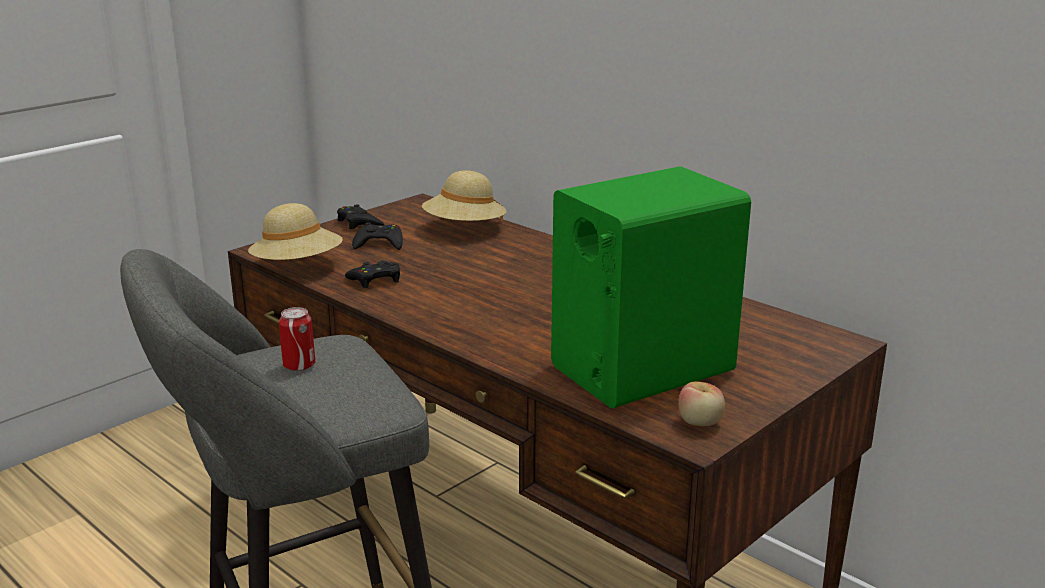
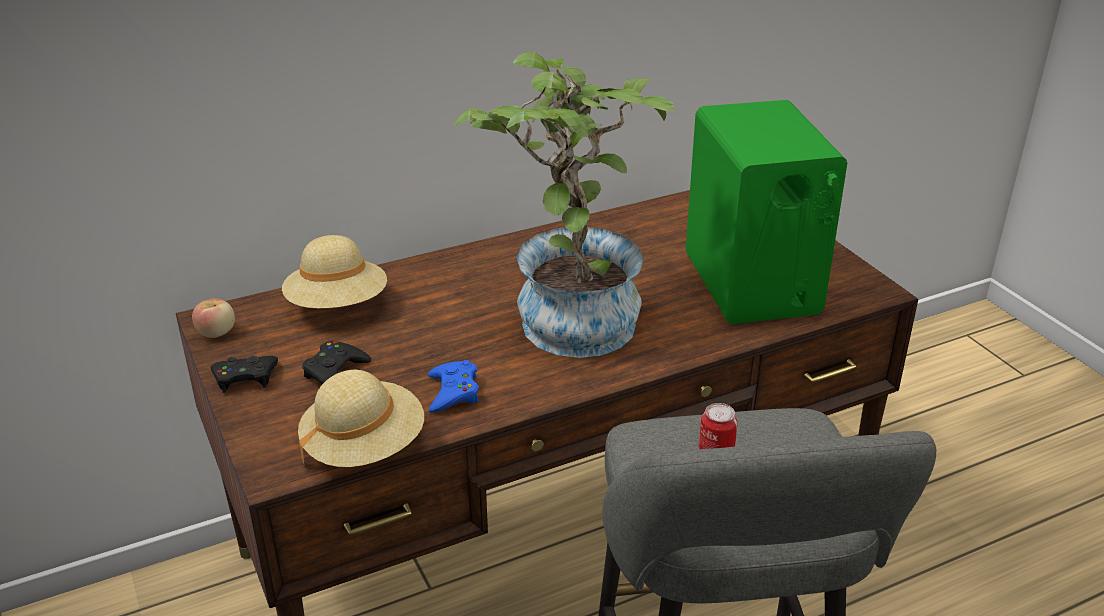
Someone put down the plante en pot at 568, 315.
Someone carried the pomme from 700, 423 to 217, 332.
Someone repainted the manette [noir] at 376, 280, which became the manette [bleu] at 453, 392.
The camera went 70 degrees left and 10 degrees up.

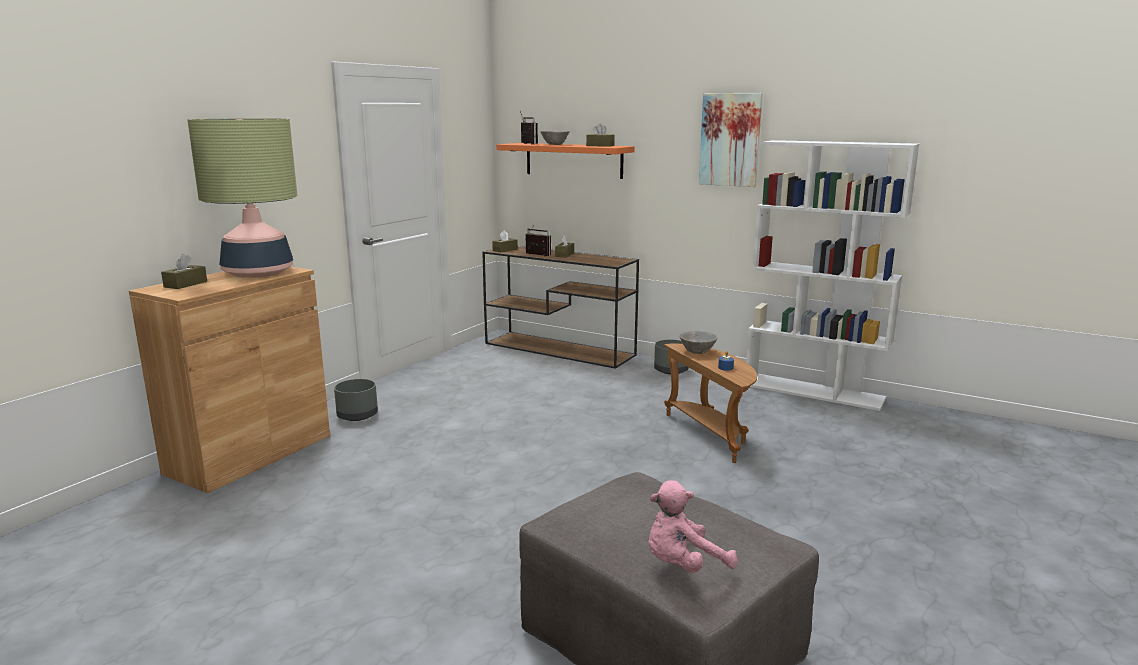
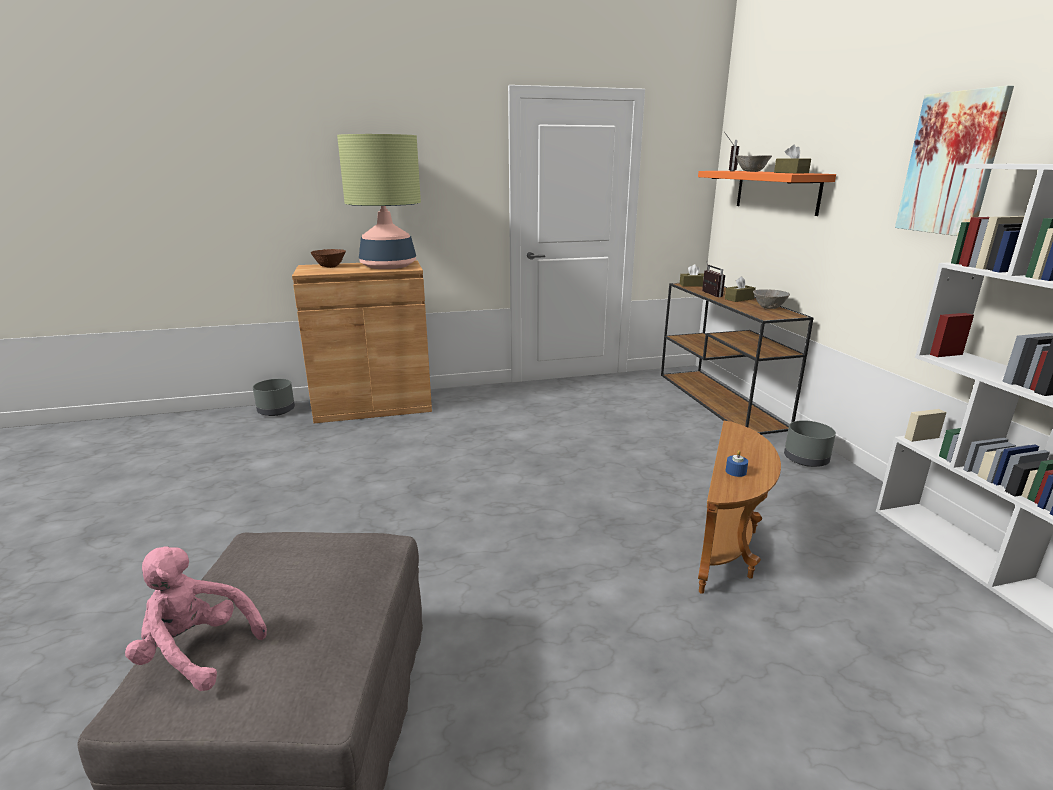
Someone carried the cache-pot [gris] from 357, 415 to 277, 411.
Someone carried the bol [gris] from 697, 352 to 768, 307.
Someone swapped the boîte à mouchoirs [marron] at 185, 284 for the bol [marron] at 330, 266.
The camera went 45 degrees right and 5 degrees up.

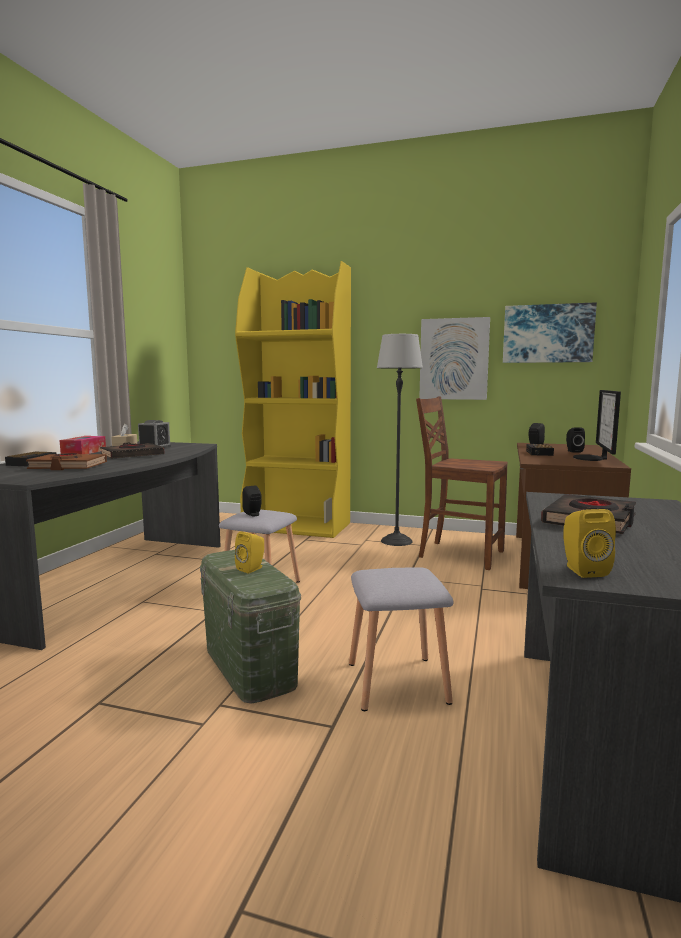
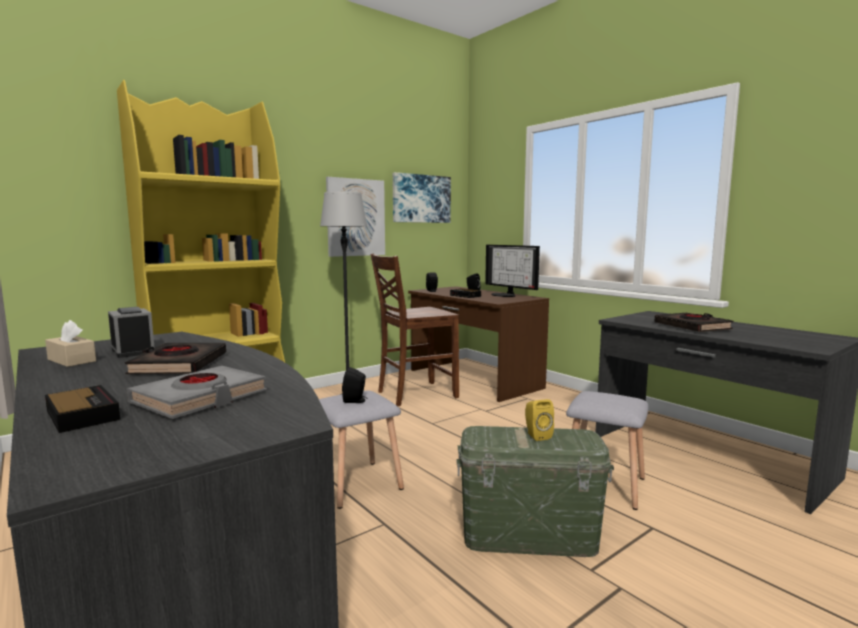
Someone took away the boîte à mouchoirs at 84, 452.
Someone took away the enceinte [jaune] at 582, 570.
Someone repainted the livre [marron] at 68, 466, which became the livre [gris] at 200, 398.
The camera went 55 degrees left and 0 degrees up.

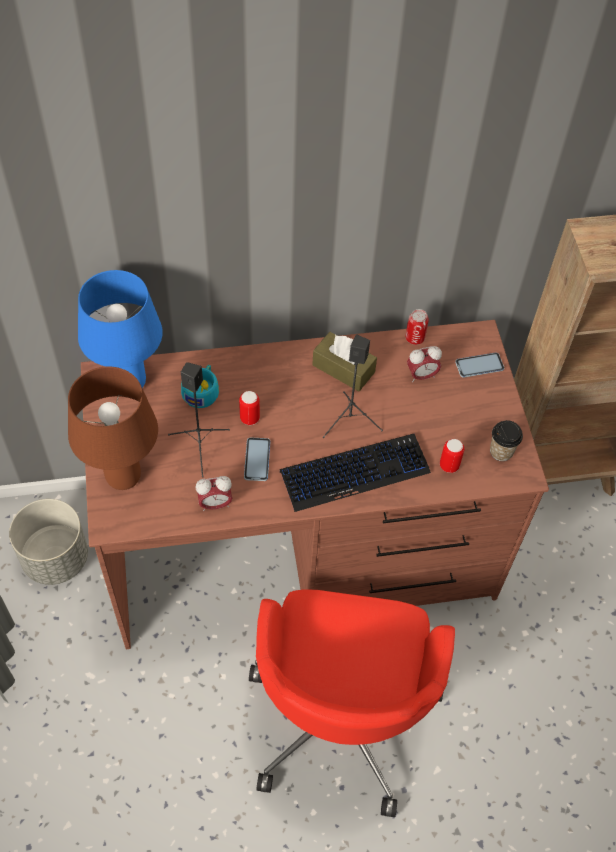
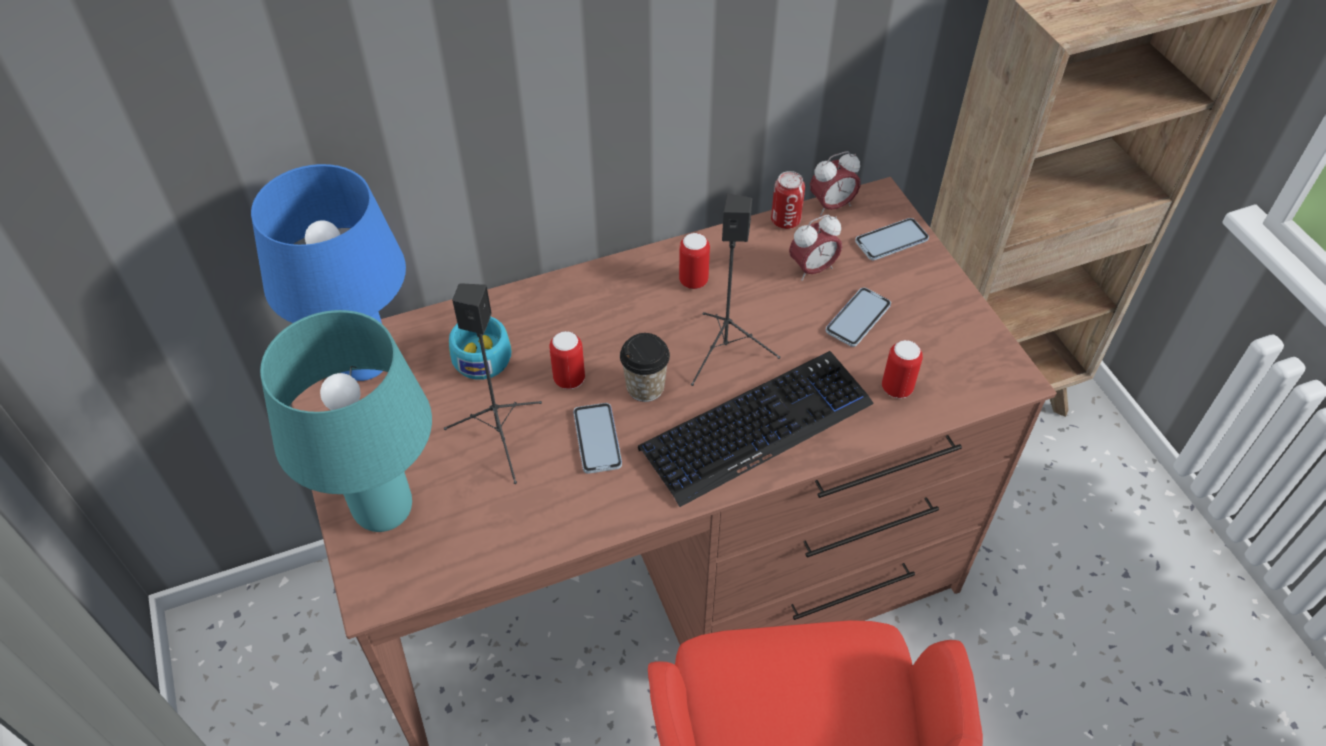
Someone took away the cache-pot [gris] at 56, 558.
Someone put down the téléphone at 858, 318.
Someone carried the réveil from 215, 504 to 831, 206.
Someone carried the tasse from 501, 451 to 645, 387.
Someone swapped the boîte à mouchoirs [marron] at 343, 368 for the boîte métallique at 693, 281.
Someone repainted the lampe de table [marron] at 122, 477, which became the lampe de table [turquoise] at 382, 511.
The camera went 10 degrees left and 5 degrees down.

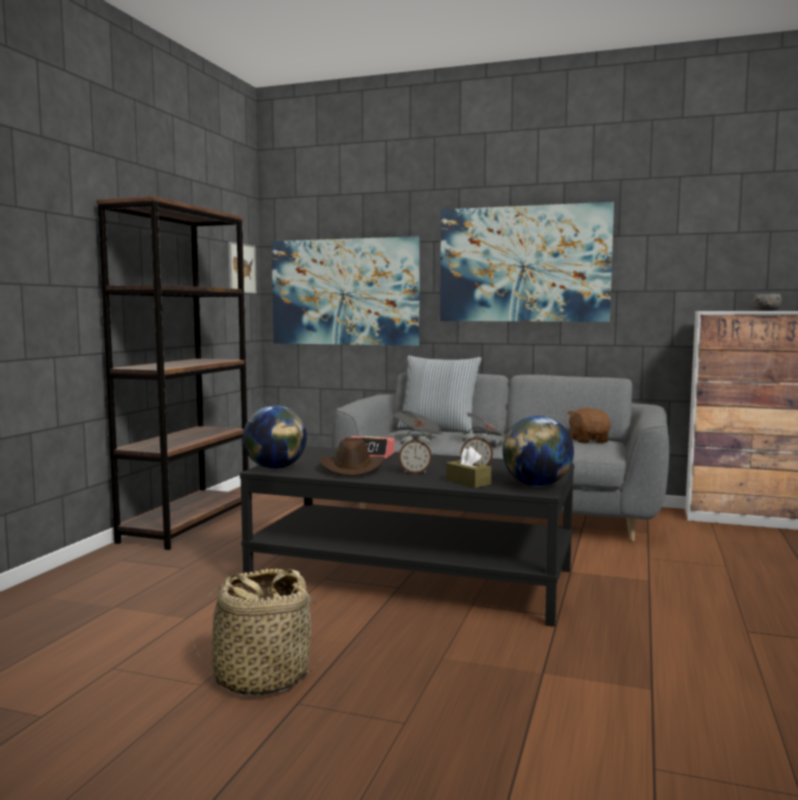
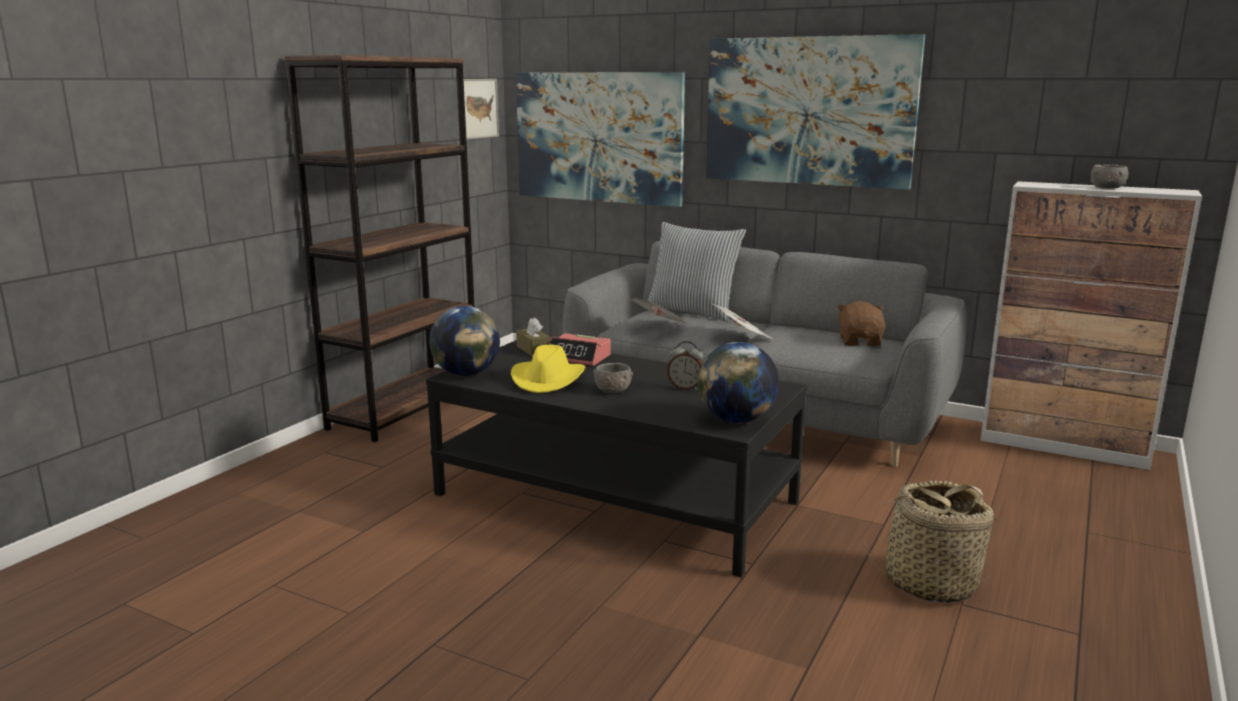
Someone carried the panier from 261, 677 to 930, 583.
Someone carried the boîte à mouchoirs [marron] from 468, 482 to 533, 350.
Someone swapped the réveil at 415, 472 for the bol [gris] at 613, 390.
Someone repainted the chapeau [marron] at 352, 468, which became the chapeau [jaune] at 548, 379.
The camera went 10 degrees right and 10 degrees up.

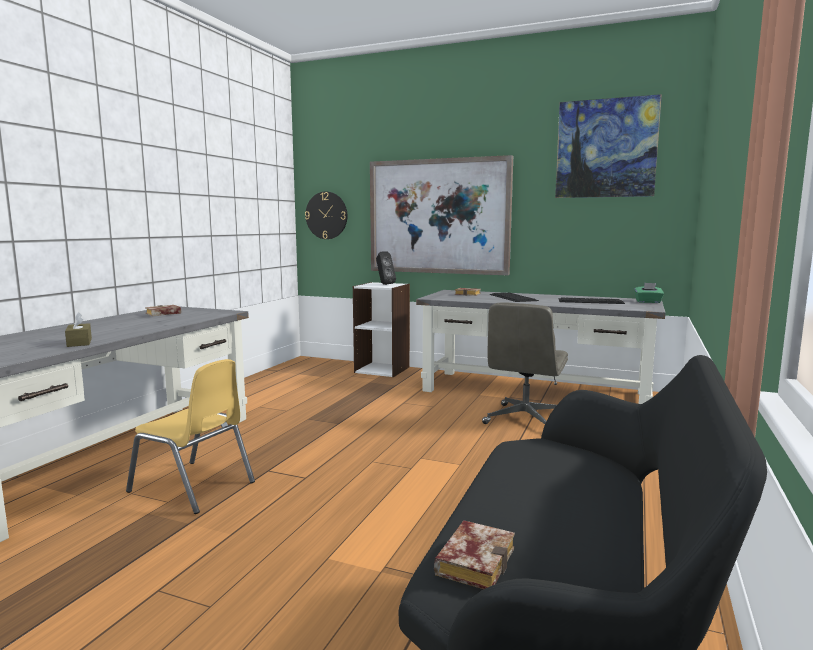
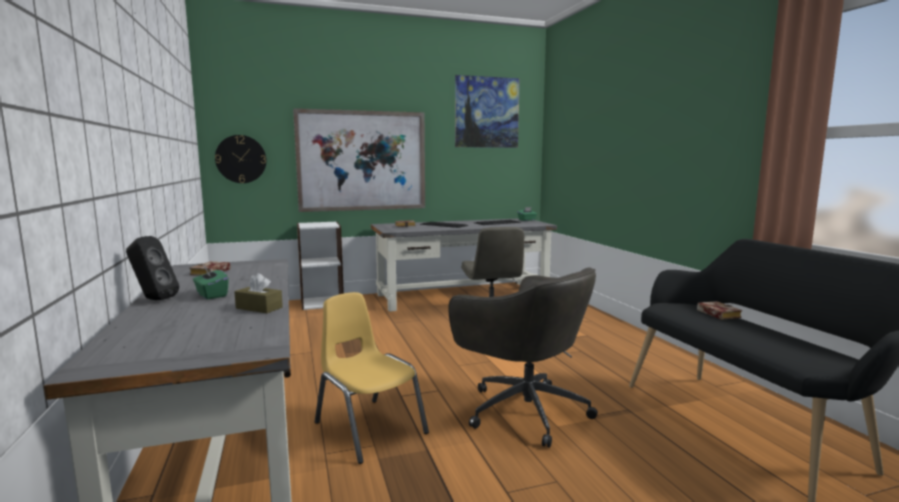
Someone put down the boîte à mouchoirs [vert] at 211, 295.
Someone put down the chaise de bureau [gris] at 523, 410.
Someone carried the enceinte [noir] from 384, 284 to 153, 299.
Someone carried the livre from 474, 560 to 716, 314.
Someone rotated the chaise [jaune] at 193, 487 by 120 degrees counterclockwise.
The camera went 40 degrees left and 0 degrees up.

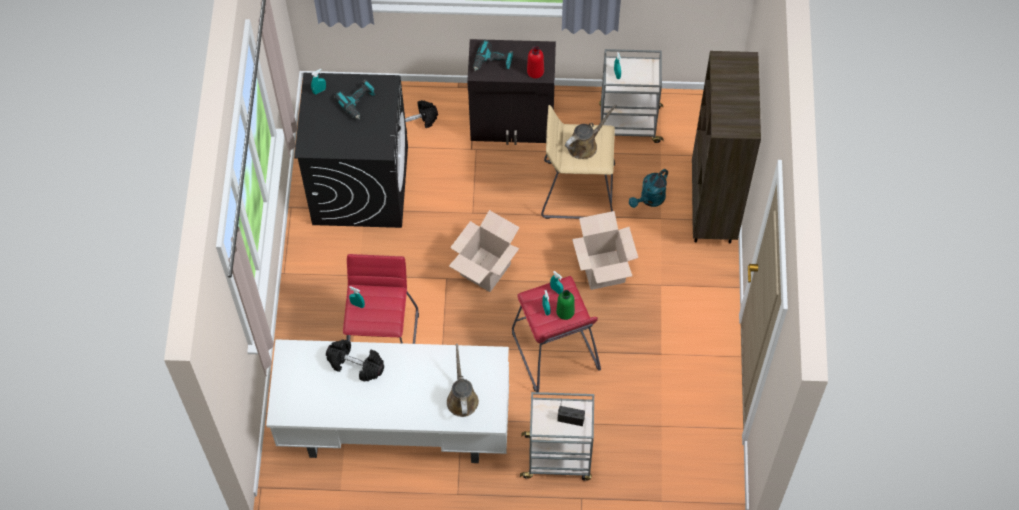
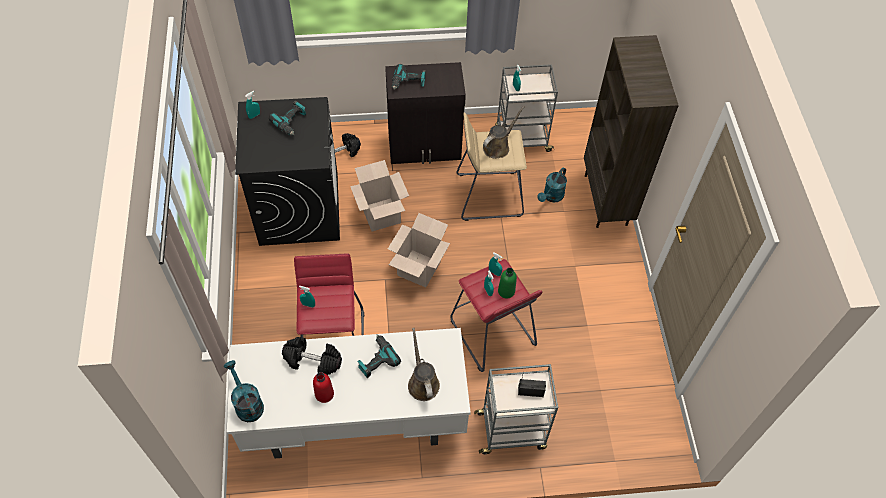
Someone put down the arrosoir [turquoise] at 247, 403.
Someone put down the perceuse at 376, 359.
Someone carried the bouteille [rouge] from 535, 71 to 324, 394.
Someone carried the carton from 603, 270 to 381, 214.
The camera went 10 degrees left and 5 degrees down.

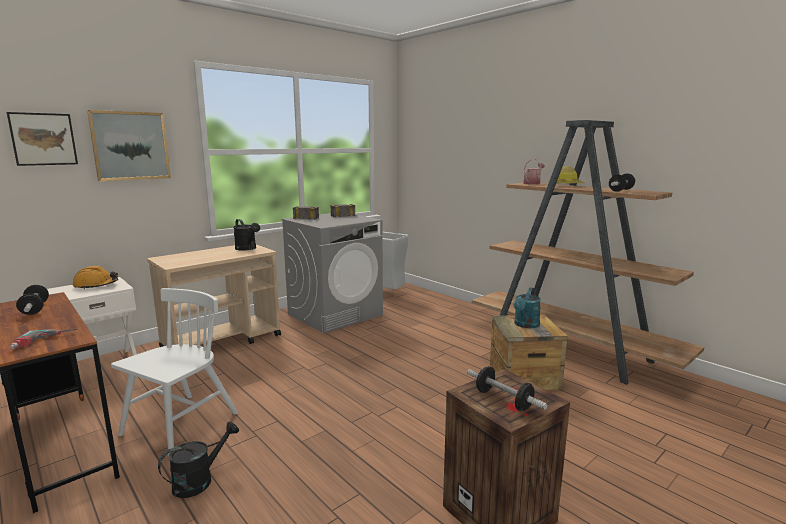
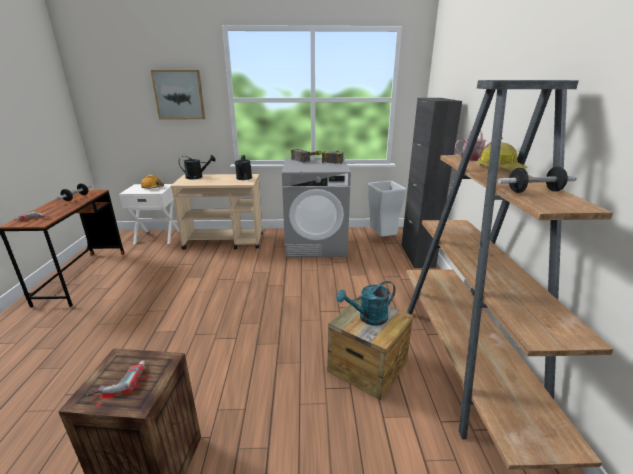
Someone took away the tableau at 43, 139.
Someone took away the chaise [blanc] at 180, 424.
Someone put down the meuble de rangement [noir] at 417, 256.
Someone carried the arrosoir [noir] from 199, 480 to 197, 177.
Someone swapped the haltère at 503, 400 for the perceuse at 117, 381.
The camera went 40 degrees right and 10 degrees up.

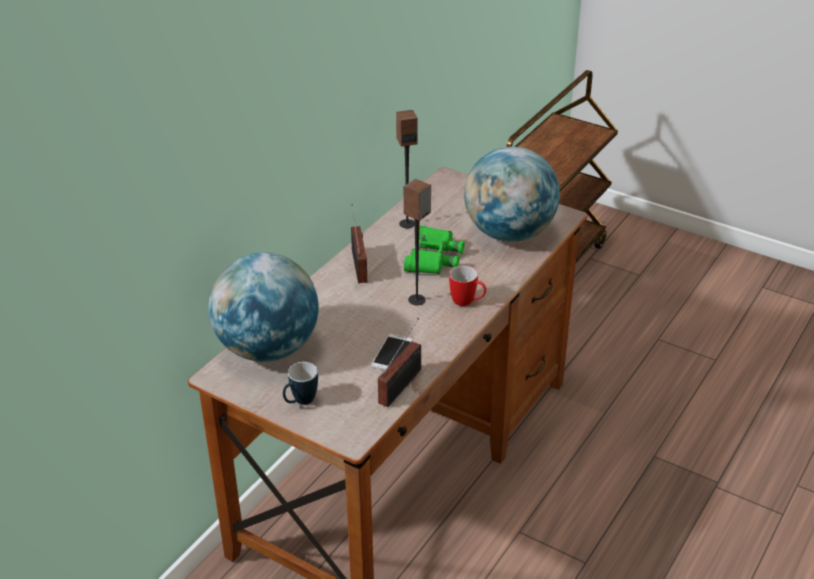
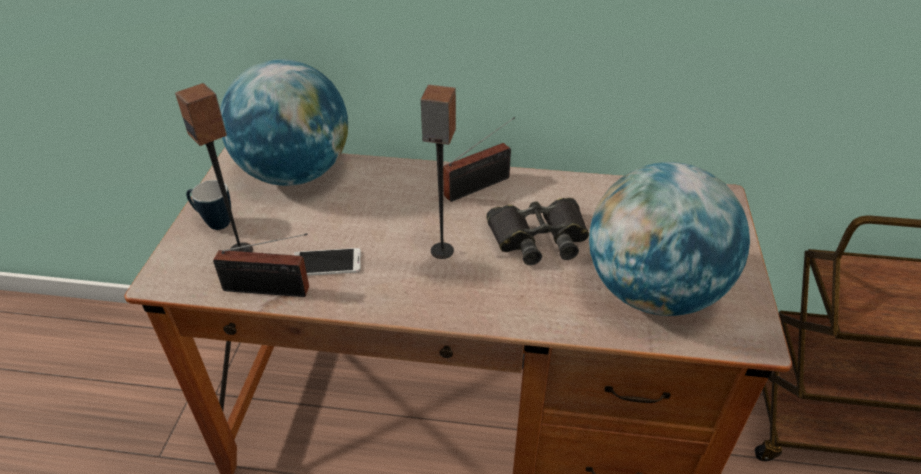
Someone took away the mug at 467, 303.
Someone carried the enceinte from 407, 223 to 241, 250.
Someone repainted the jumelles [vert] at 433, 257, which became the jumelles [noir] at 539, 237.
The camera went 65 degrees right and 5 degrees up.

